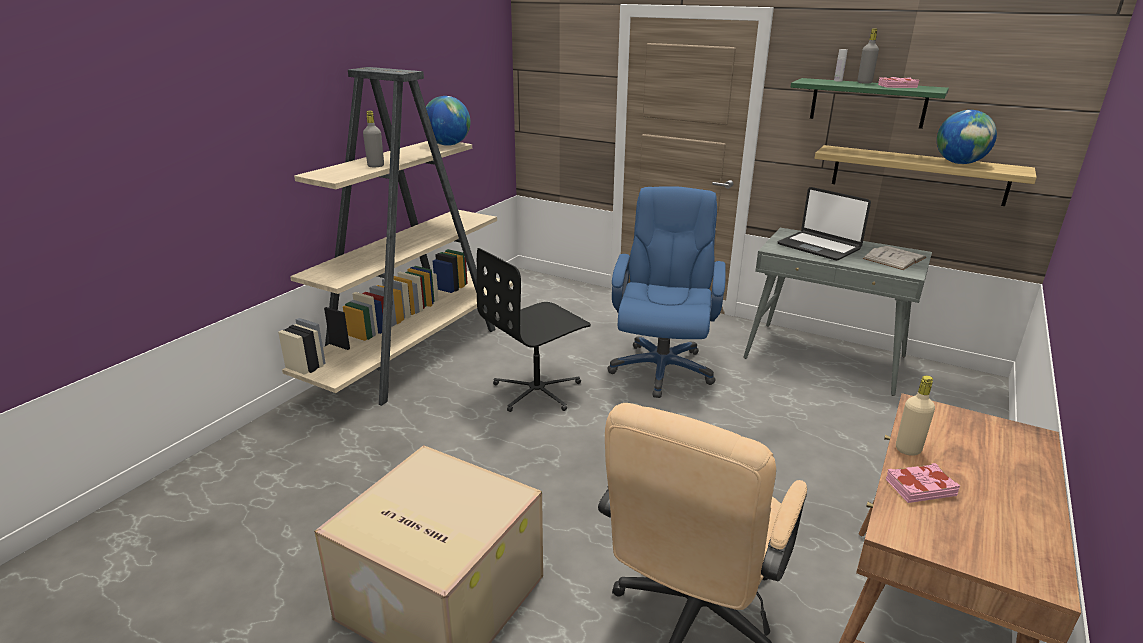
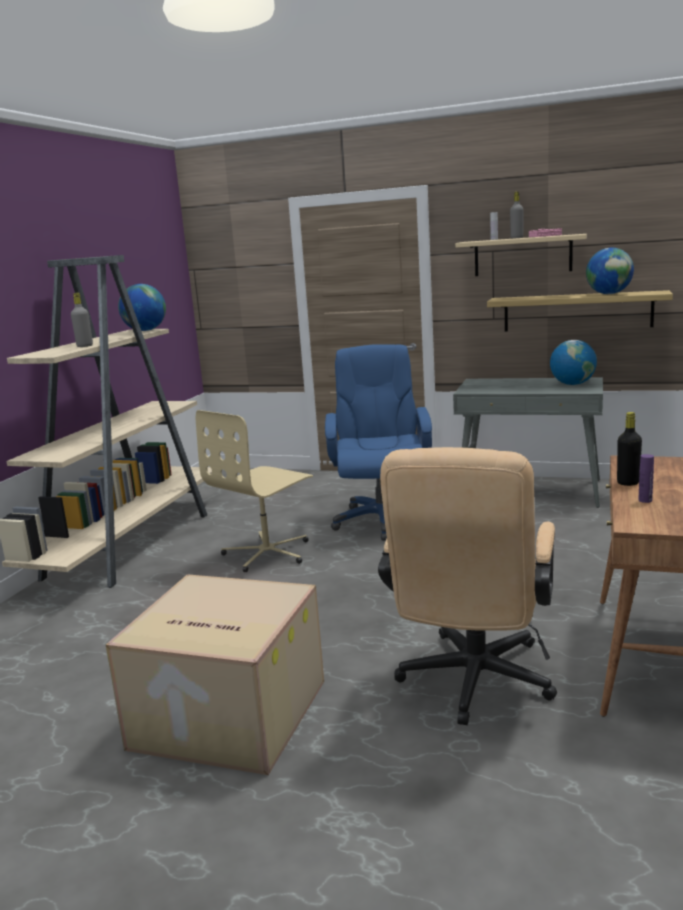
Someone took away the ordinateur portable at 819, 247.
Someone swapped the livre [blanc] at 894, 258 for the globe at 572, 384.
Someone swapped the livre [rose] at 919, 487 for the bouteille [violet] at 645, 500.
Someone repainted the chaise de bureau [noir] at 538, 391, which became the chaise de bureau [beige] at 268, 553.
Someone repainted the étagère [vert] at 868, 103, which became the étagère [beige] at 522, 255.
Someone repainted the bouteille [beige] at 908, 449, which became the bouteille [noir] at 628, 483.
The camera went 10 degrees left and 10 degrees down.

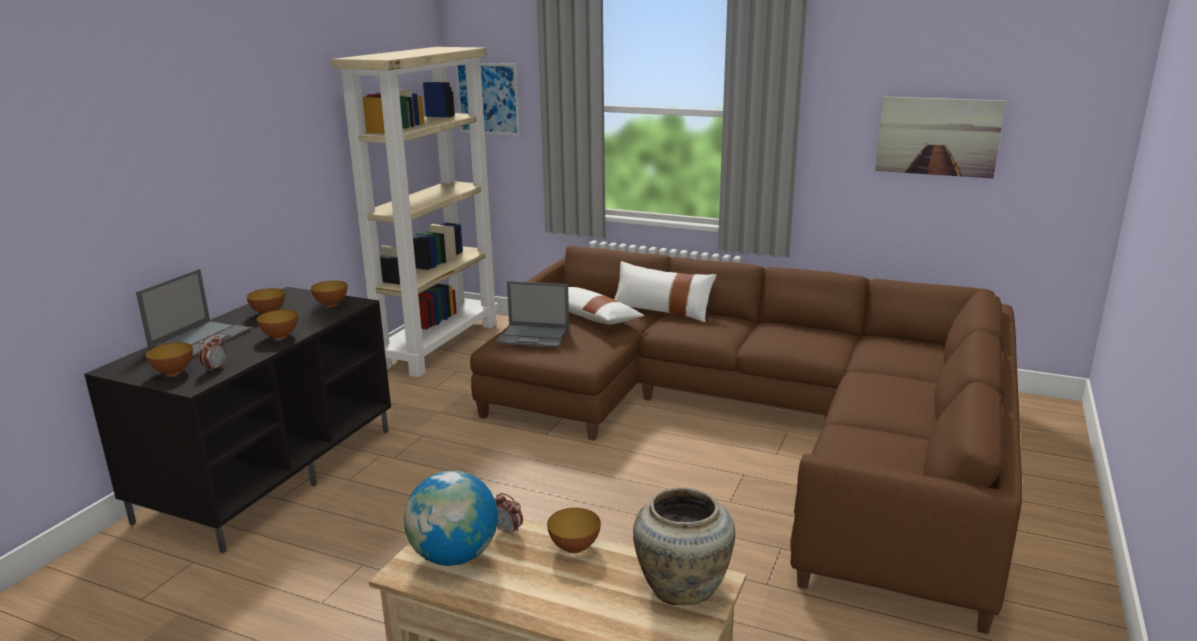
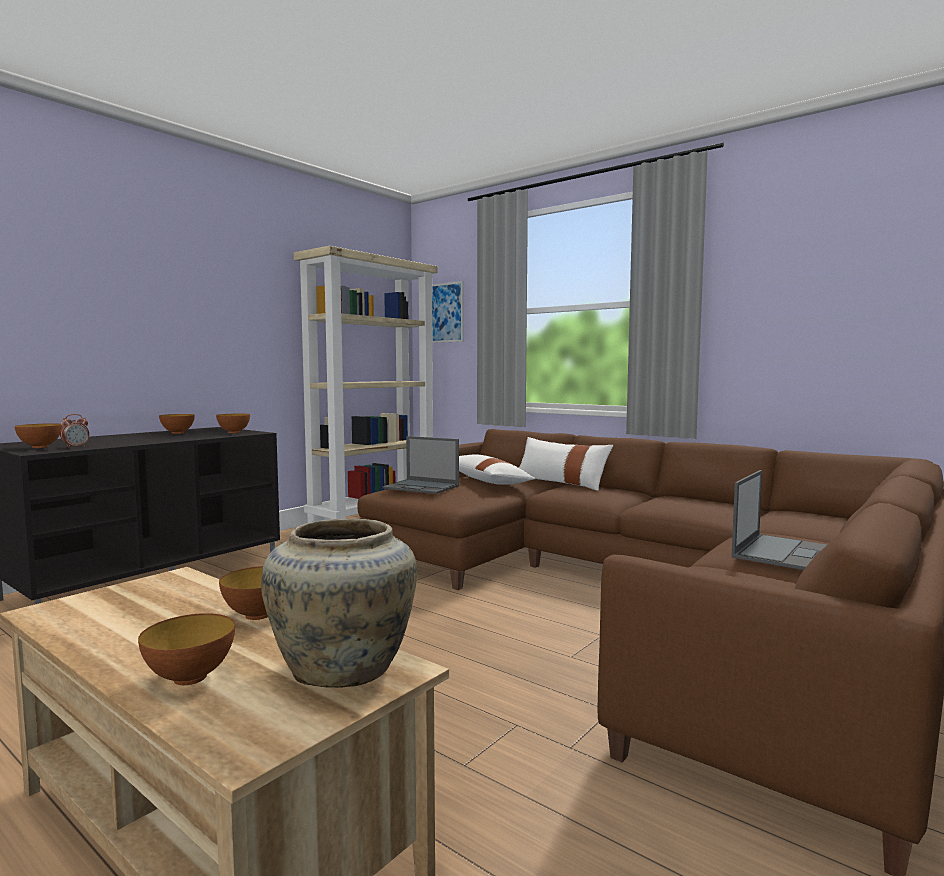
Someone took away the globe at 454, 556.
Someone took away the réveil at 508, 531.
Someone took away the tableau at 937, 136.
Someone carried the ordinateur portable from 201, 339 to 781, 552.
Someone carried the bol from 280, 336 to 190, 678.
The camera went 15 degrees right and 15 degrees down.

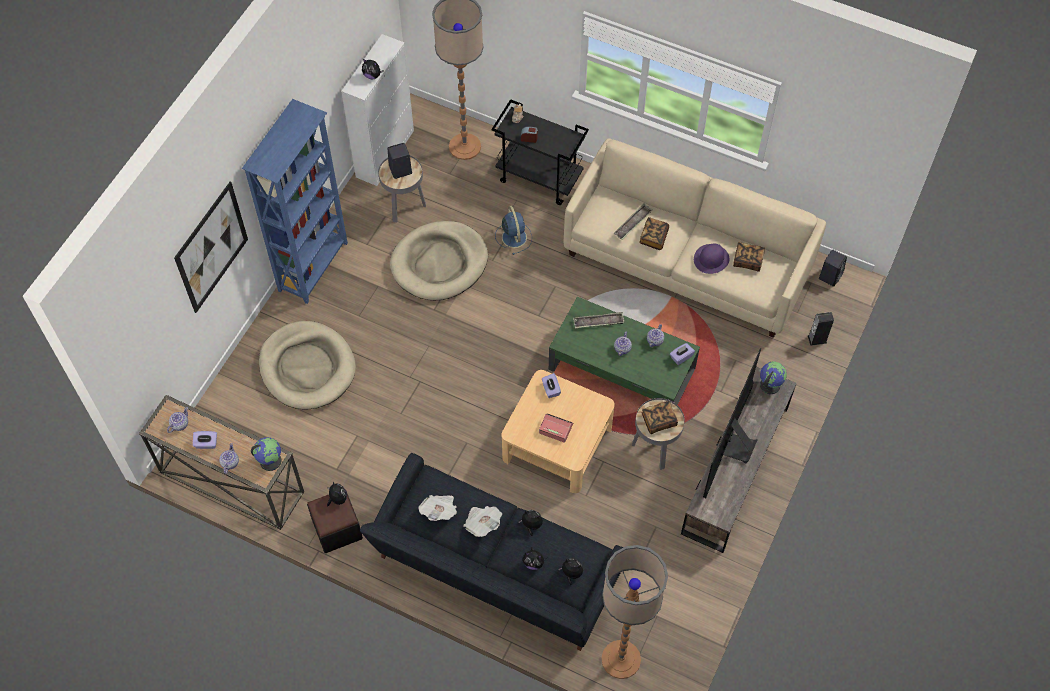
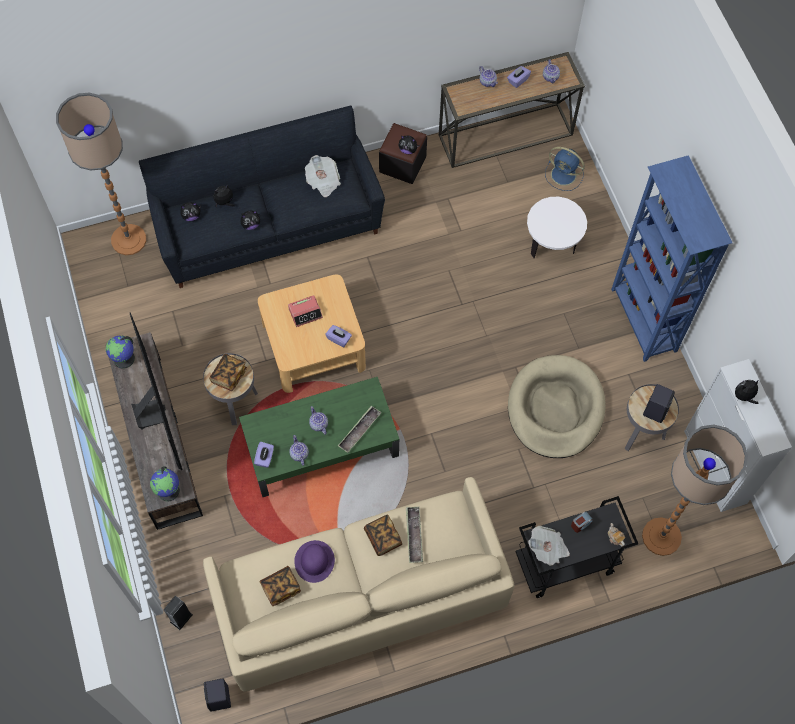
Someone took away the tableau at 212, 247.
Someone carried the globe from 270, 460 to 124, 359.
Someone carried the journal from 482, 523 to 548, 549.
Someone carried the ventilateur [bleu] from 513, 236 to 564, 175.
Someone swapped the panier pour chien [beige] at 307, 367 for the table d'appoint [blanc] at 552, 245.
The camera went 135 degrees right and 5 degrees up.

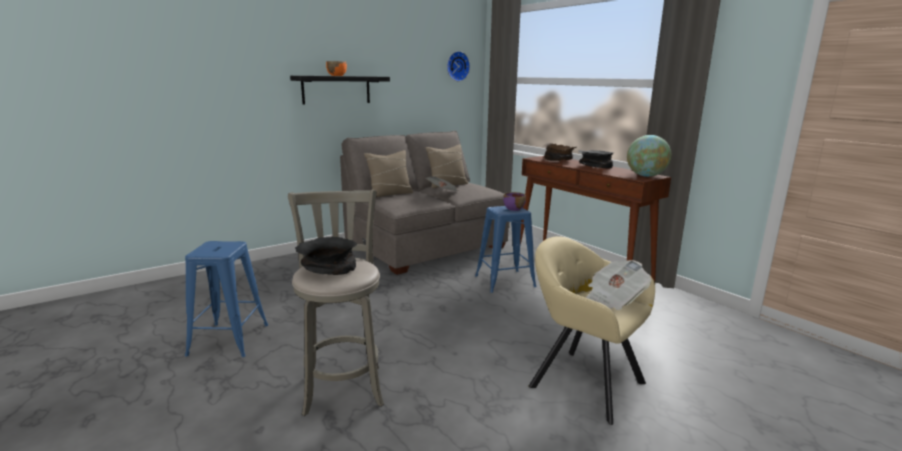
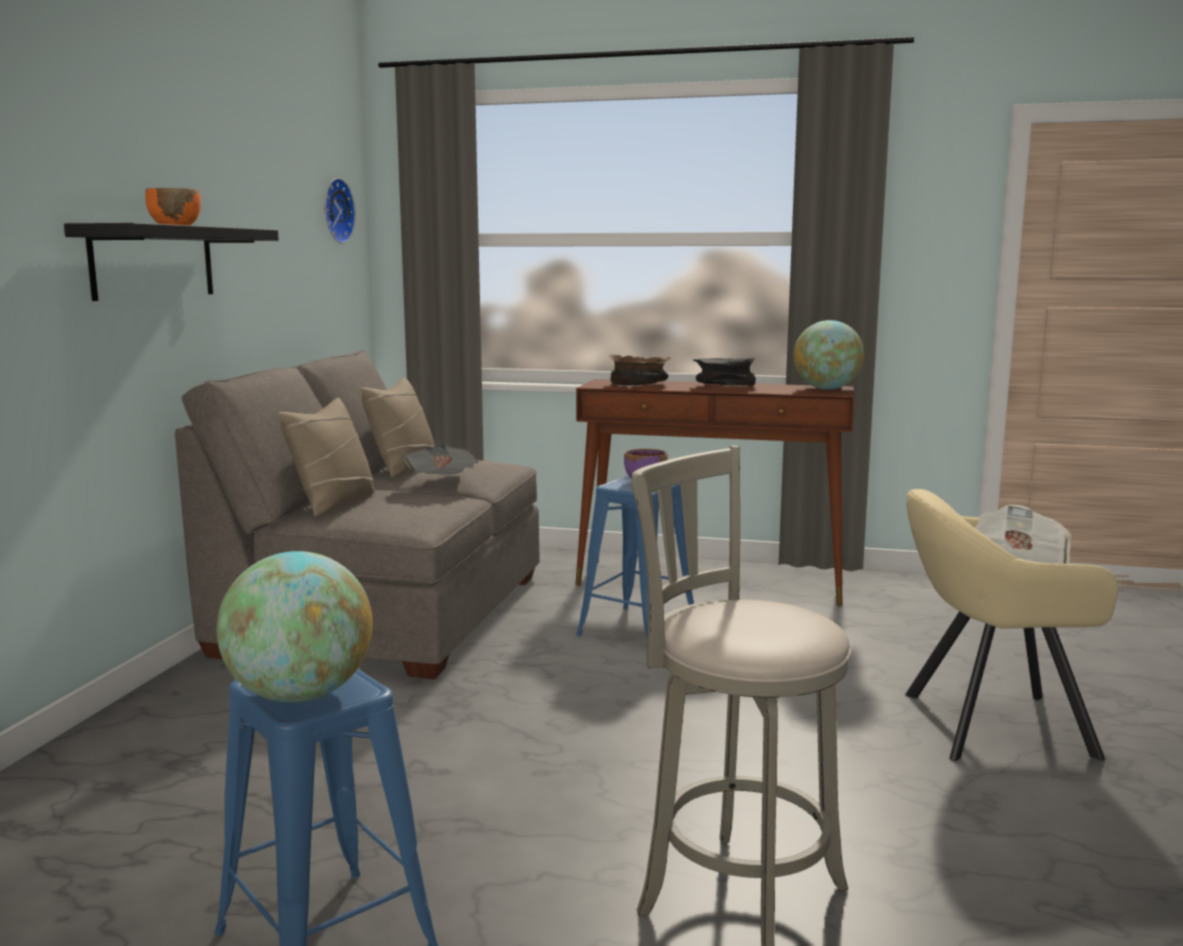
Someone took away the bol [noir] at 328, 268.
Someone put down the globe at 301, 695.
The camera went 40 degrees left and 5 degrees down.

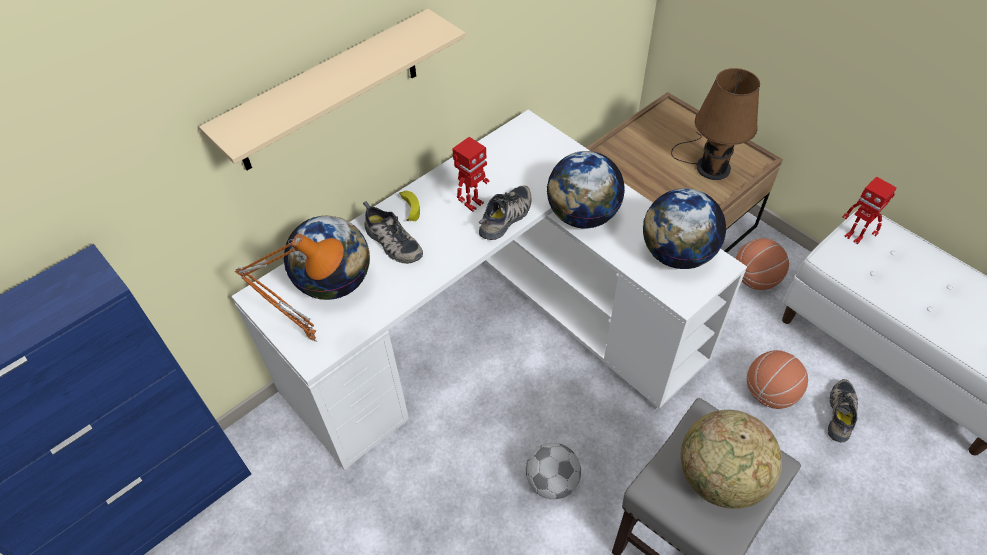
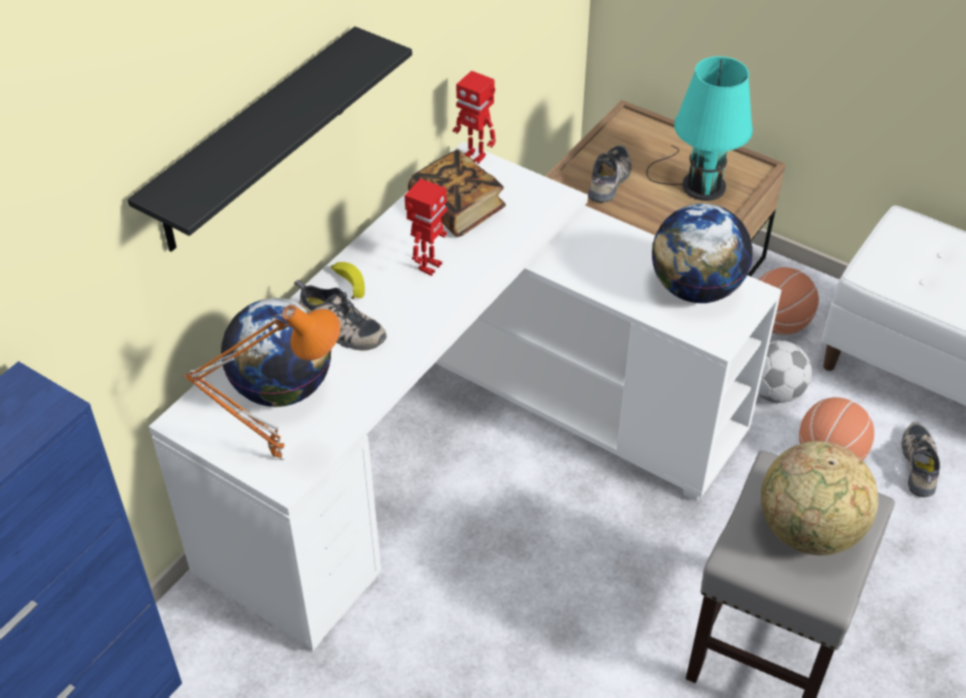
Someone took away the globe at 582, 216.
Someone put down the livre at 457, 209.
Someone carried the chaussure from 506, 218 to 610, 180.
Someone carried the ballon de foot from 552, 482 to 775, 392.
Someone carried the robot jouet from 854, 236 to 475, 156.
Someone repainted the étagère [beige] at 328, 92, which became the étagère [noir] at 254, 142.
Someone repainted the lampe de table [marron] at 710, 166, which became the lampe de table [turquoise] at 699, 184.
The camera went 15 degrees left and 5 degrees down.

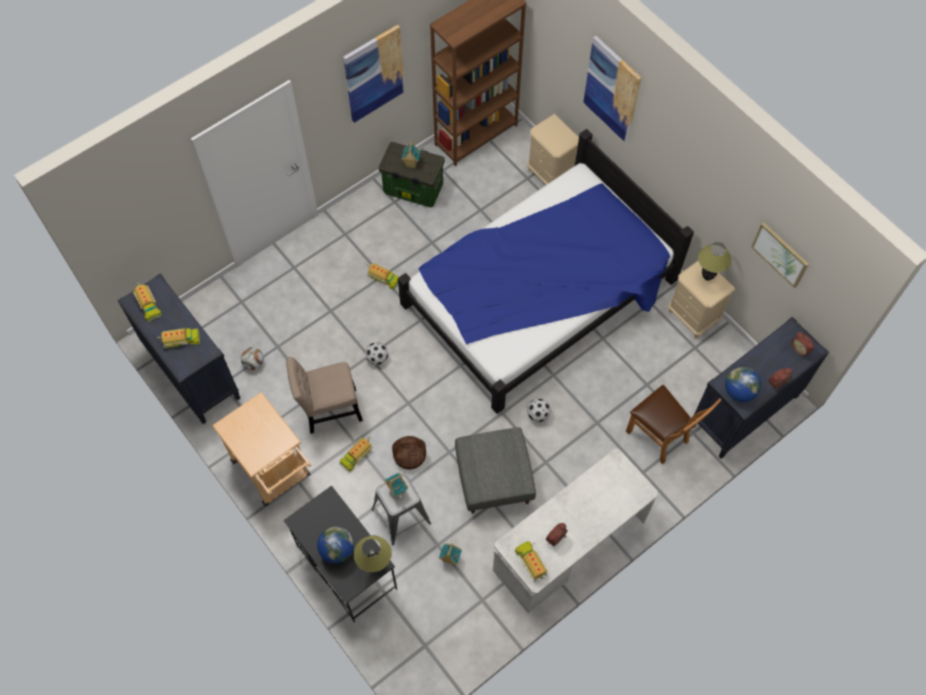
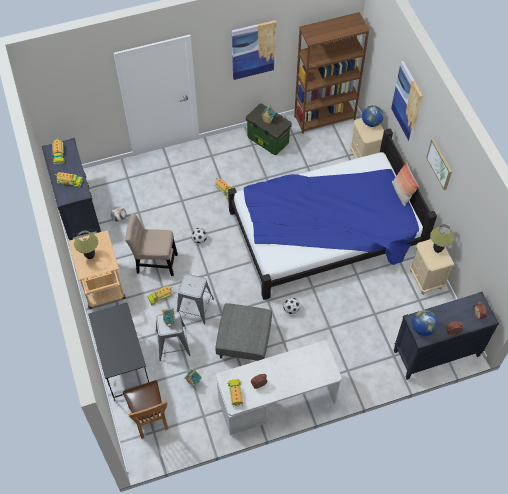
Someone put down the coussin at 401, 193.
Someone carried the globe from 337, 550 to 371, 123.
Someone carried the lampe de table from 375, 565 to 90, 256.
Someone carried the chaise [marron] from 660, 438 to 150, 419.
Someone carried the tableau from 780, 254 to 439, 164.
Someone swapped the panier at 410, 455 for the tabouret [gris] at 195, 307.
The camera went 20 degrees right and 5 degrees down.

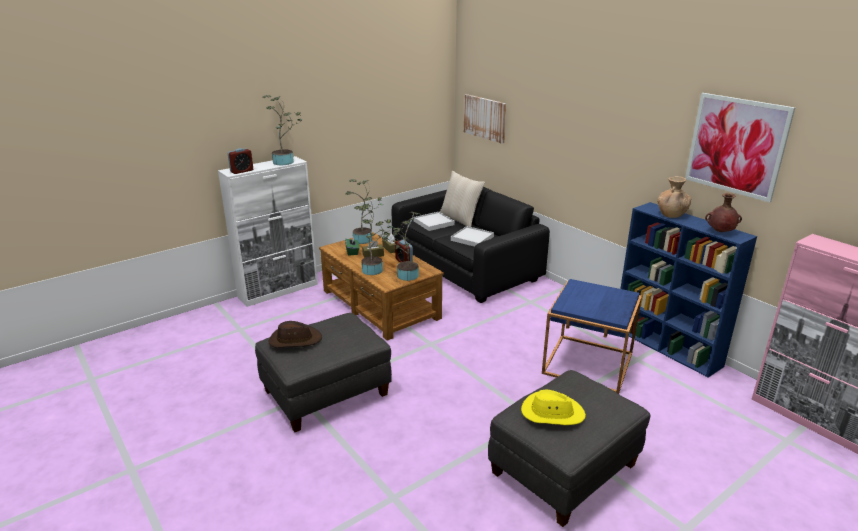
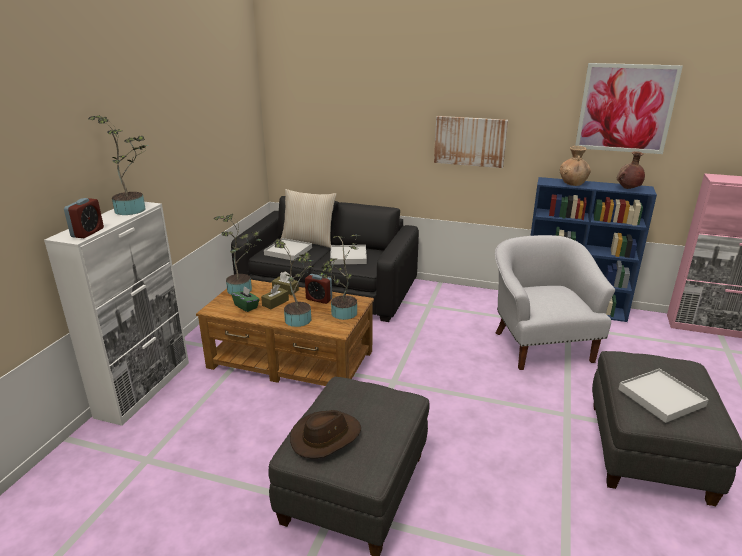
Someone carried the tableau from 485, 118 to 470, 141.
Someone swapped the chapeau [jaune] at 552, 413 for the plateau [blanc] at 661, 397.
Someone swapped the table d'appoint [bleu] at 587, 363 for the fauteuil [blanc] at 541, 344.
The camera went 35 degrees left and 0 degrees up.

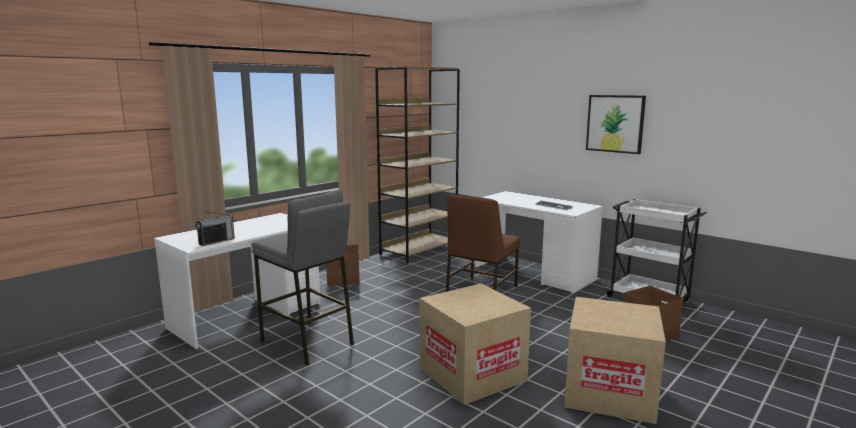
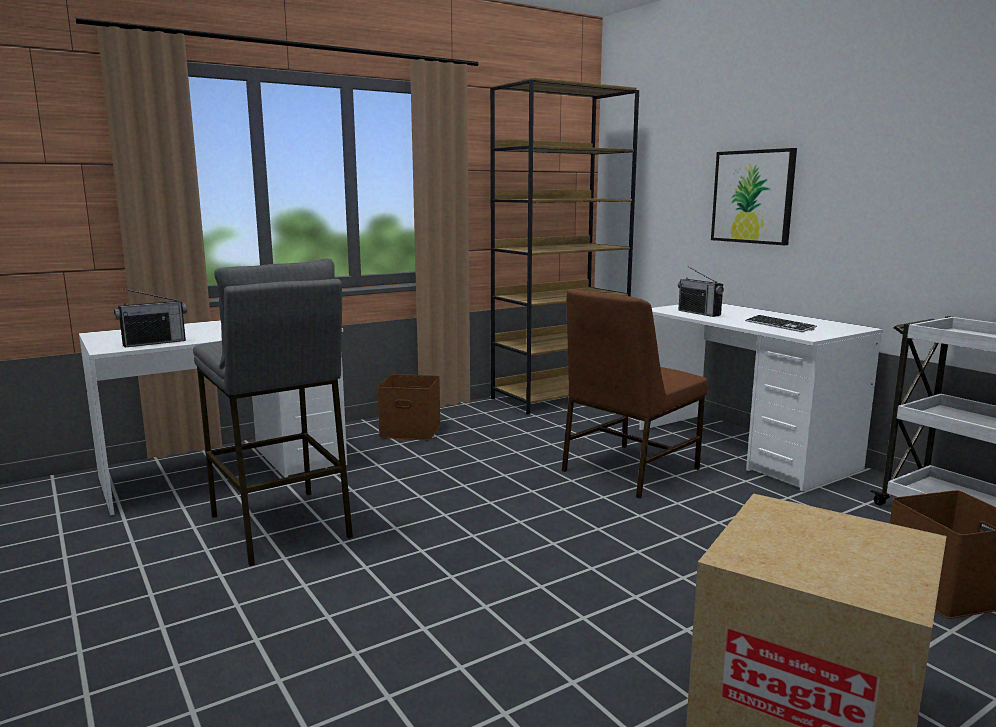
Someone took away the carton at 472, 374.
Someone put down the radio at 699, 313.
Someone carried the tableau from 615, 123 to 753, 197.
The camera went 15 degrees right and 0 degrees up.

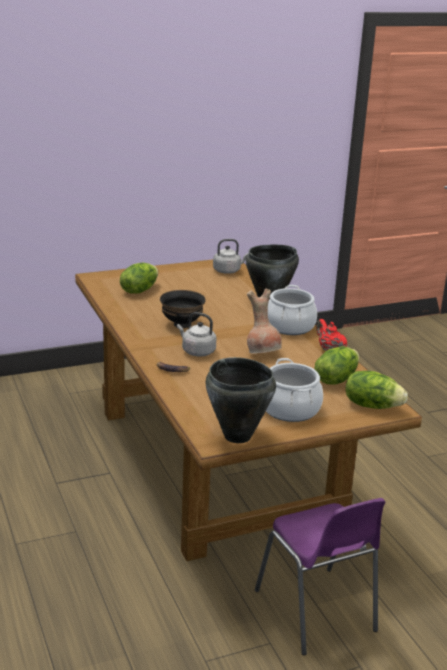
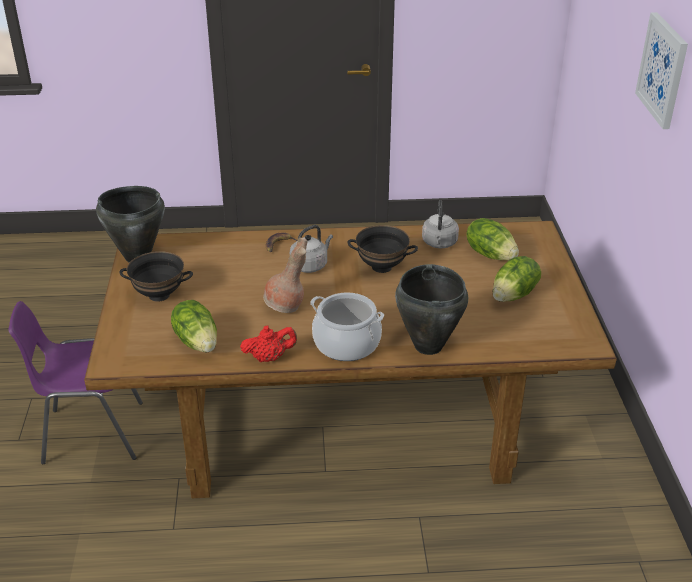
Someone put up the tableau at 663, 70.
Someone carried the bouilloire [gris] from 228, 271 to 439, 243.
Someone carried the laitue from 372, 405 to 514, 295.
Someone swapped the marmite at 290, 409 for the bol [noir] at 159, 295.
The camera went 110 degrees right and 10 degrees up.

